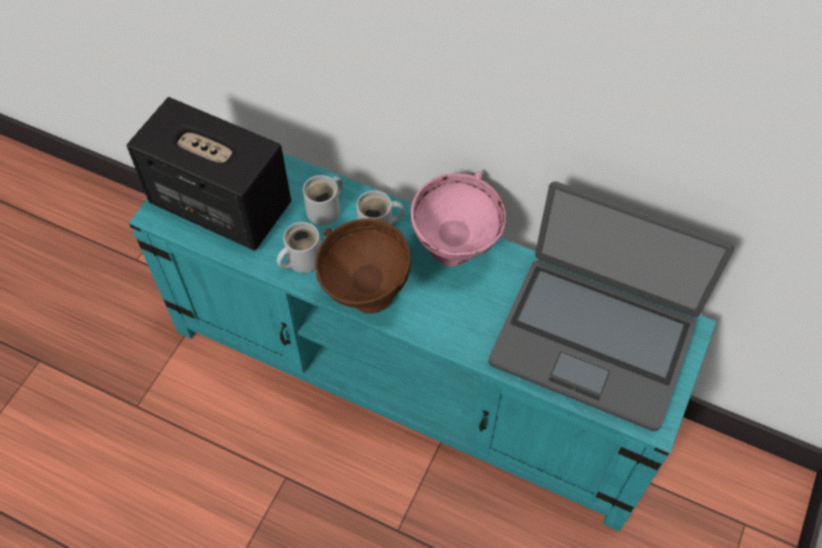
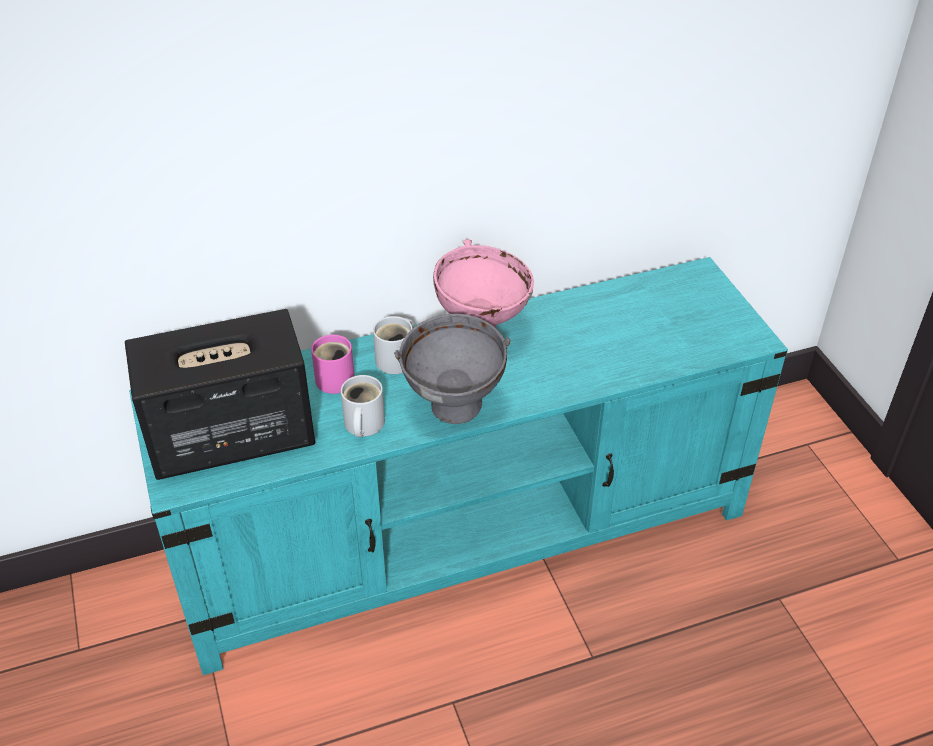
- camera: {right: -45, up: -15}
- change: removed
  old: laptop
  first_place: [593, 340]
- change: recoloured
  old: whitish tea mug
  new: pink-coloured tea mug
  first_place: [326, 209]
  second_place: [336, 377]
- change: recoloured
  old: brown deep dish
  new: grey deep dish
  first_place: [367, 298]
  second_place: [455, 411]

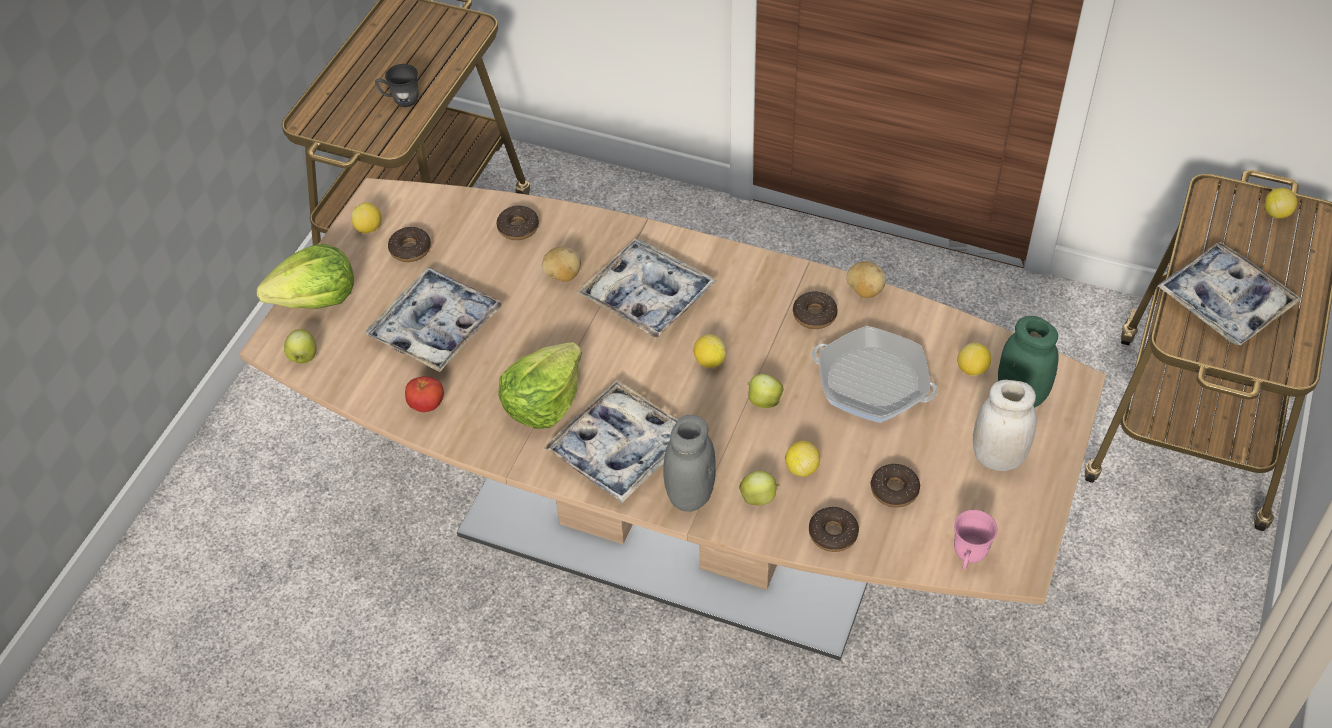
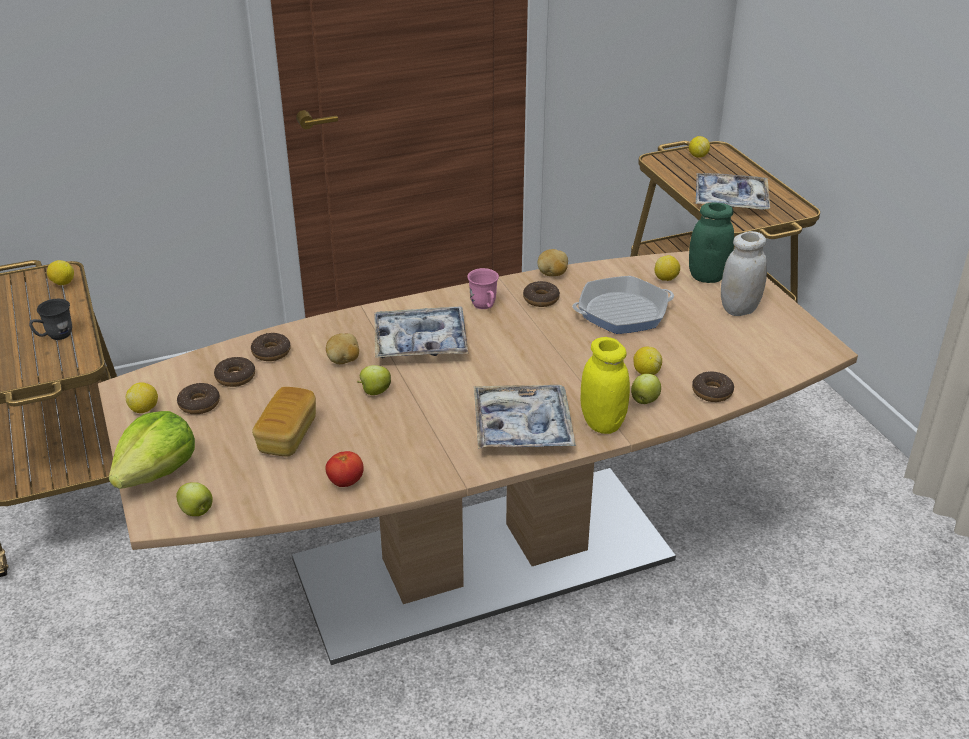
- camera: {right: -45, up: -15}
- change: removed
  old: lettuce head
  first_place: [543, 401]
- change: moved
  old: citrus fruit
  first_place: [709, 361]
  second_place: [62, 283]
- change: moved
  old: whole apple
  first_place: [763, 401]
  second_place: [374, 392]
- change: moved
  old: ring doughnut
  first_place: [894, 490]
  second_place: [235, 377]
- change: moved
  old: pink-coloured tea mug
  first_place: [968, 558]
  second_place: [485, 307]
- change: replaced
  old: carrying tray
  new: bread
  first_place: [436, 327]
  second_place: [287, 436]
- change: recoloured
  old: grey preserve jar
  new: yellowish preserve jar
  first_place: [690, 495]
  second_place: [602, 423]

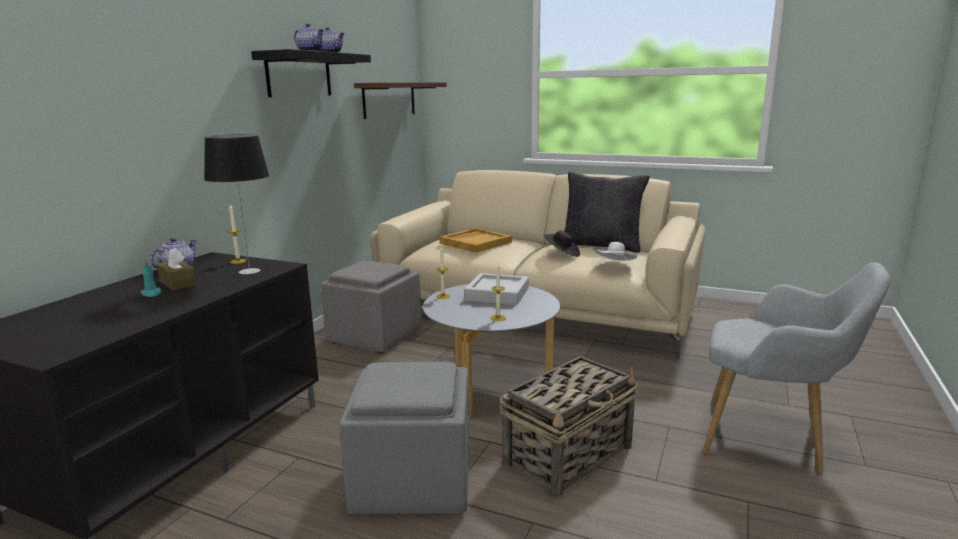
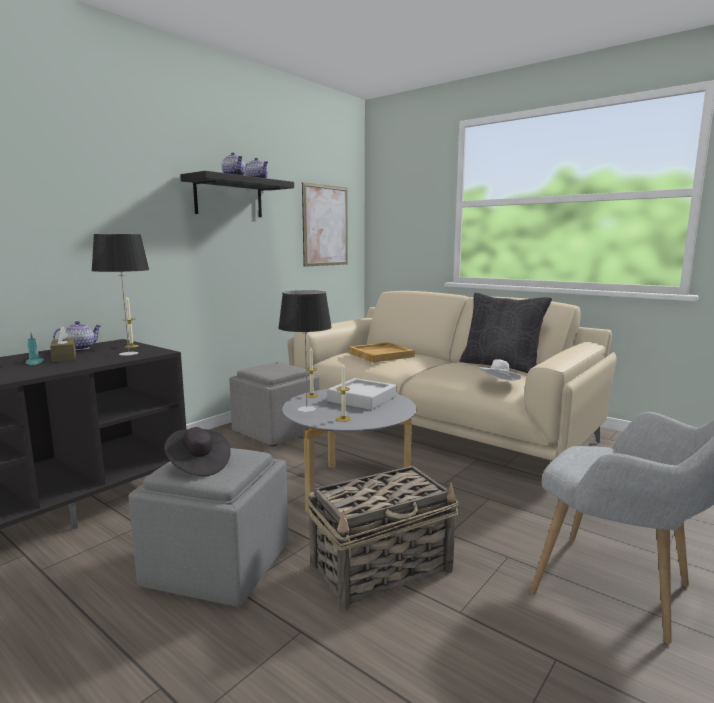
- camera: {right: 15, up: -5}
- change: added
  new: lamp for a table
  second_place: [307, 409]
- change: moved
  old: black hat
  first_place: [562, 254]
  second_place: [198, 465]
- change: replaced
  old: brown bracket shelf
  new: wall art
  first_place: [389, 99]
  second_place: [325, 225]

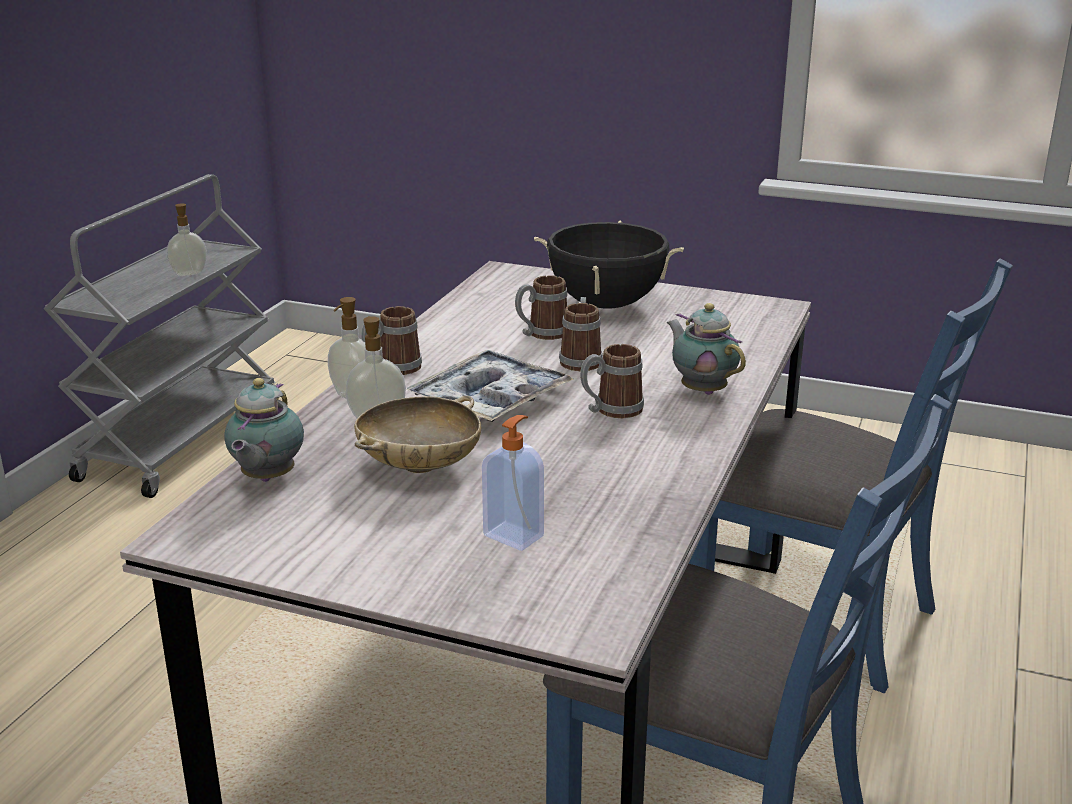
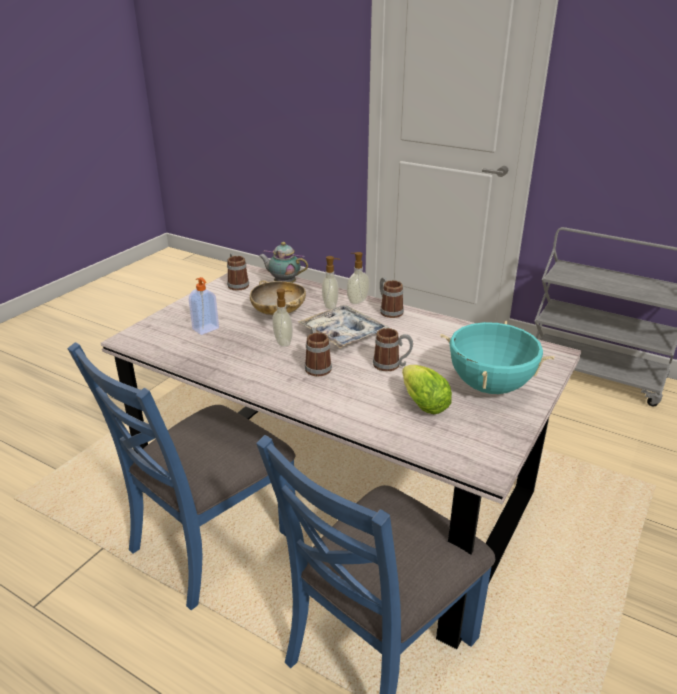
- camera: {right: 100, up: 5}
- change: removed
  old: pot for tea
  first_place: [701, 390]
- change: added
  new: lettuce head
  second_place: [421, 402]
- change: moved
  old: soap dispenser
  first_place: [189, 273]
  second_place: [284, 342]
- change: moved
  old: tea mug
  first_place: [541, 334]
  second_place: [237, 284]
- change: recoloured
  old: black cooking pot
  new: turquoise-coloured cooking pot
  first_place: [606, 304]
  second_place: [489, 386]

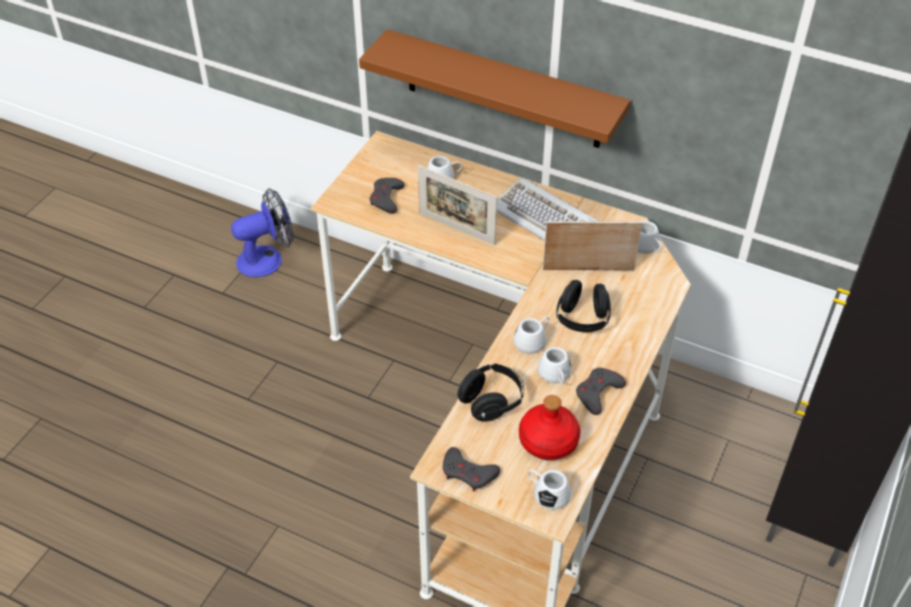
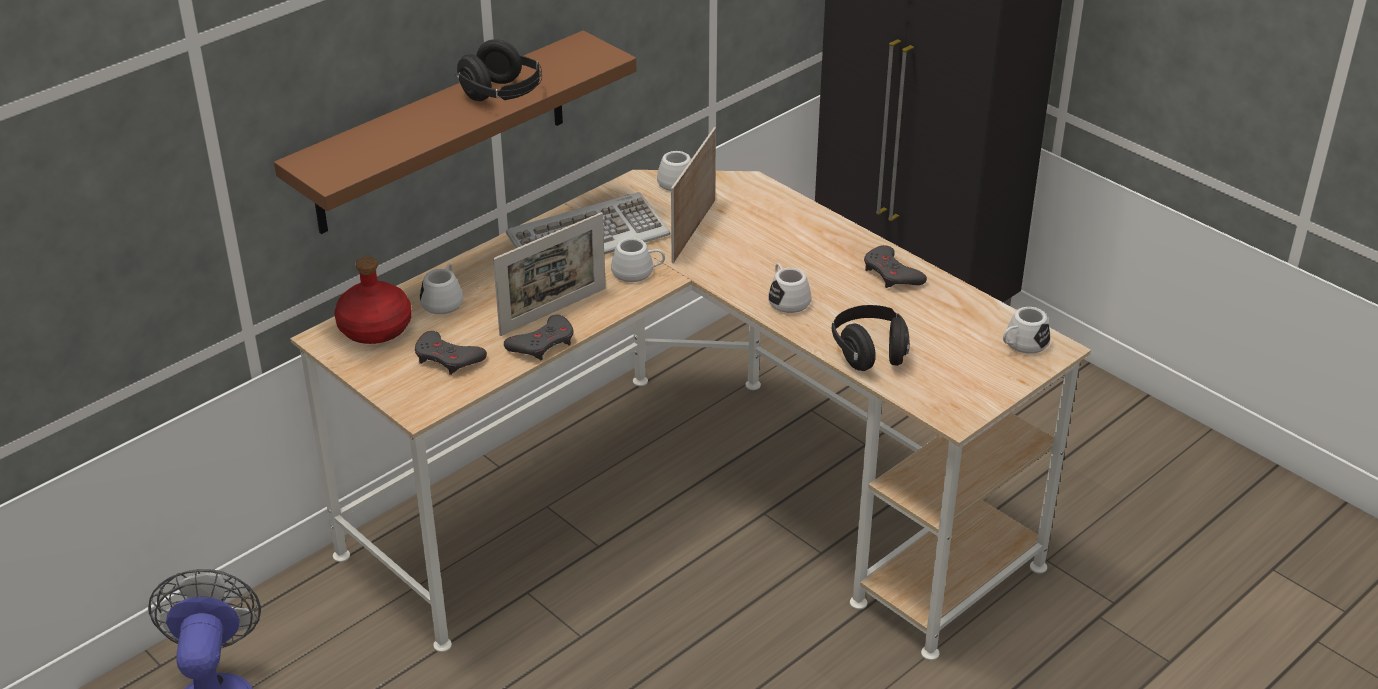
- camera: {right: -70, up: -10}
- change: moved
  old: grey joypad
  first_place: [468, 473]
  second_place: [542, 343]
- change: moved
  old: red-coloured drink bottle
  first_place: [548, 440]
  second_place: [374, 328]
- change: moved
  old: whitish tea mug
  first_place: [555, 375]
  second_place: [638, 272]
- change: moved
  old: black headset
  first_place: [582, 319]
  second_place: [502, 95]

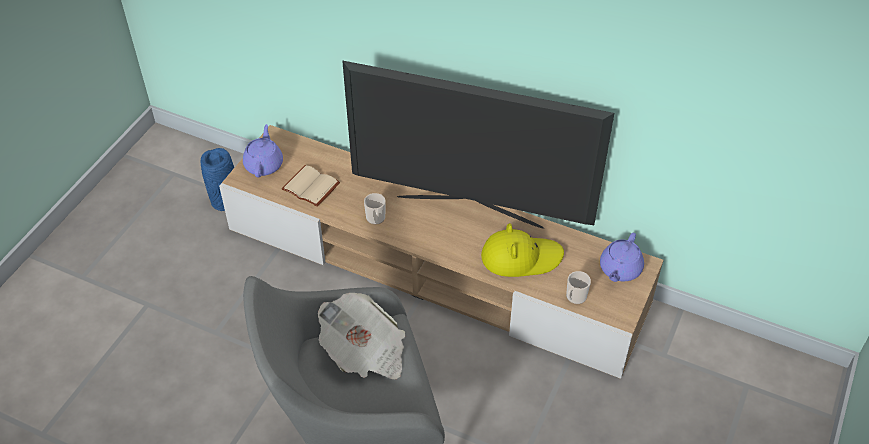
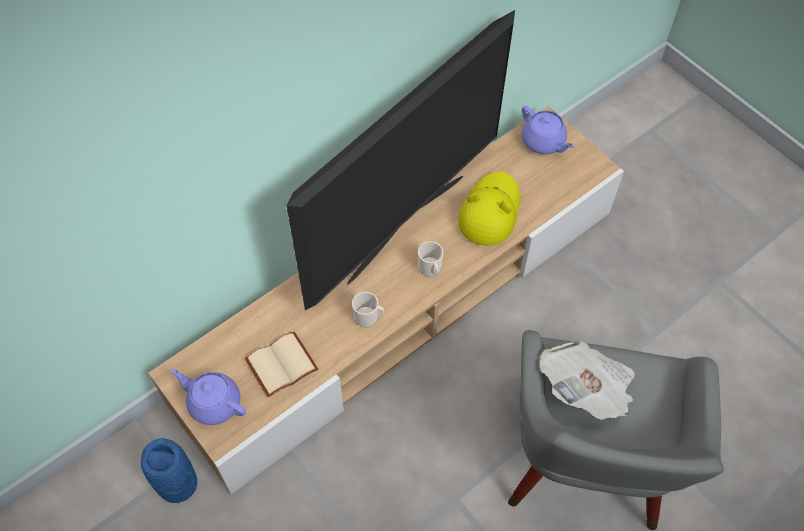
- camera: {right: -65, up: 10}
- change: moved
  old: tea mug
  first_place: [574, 297]
  second_place: [430, 269]

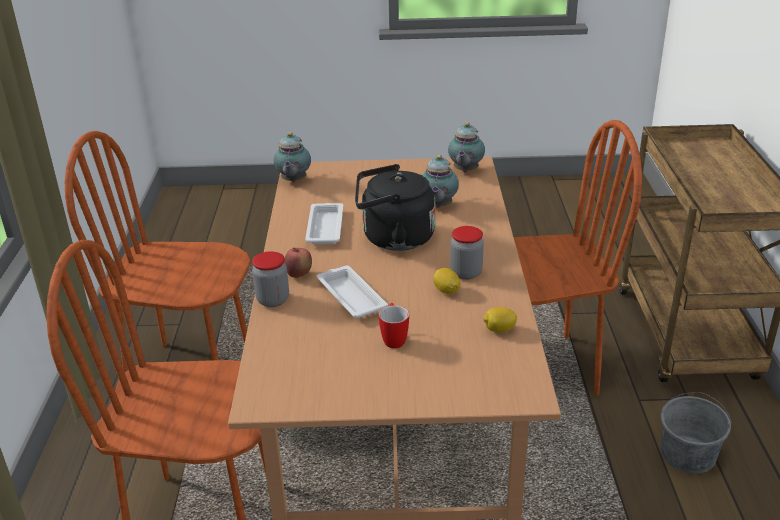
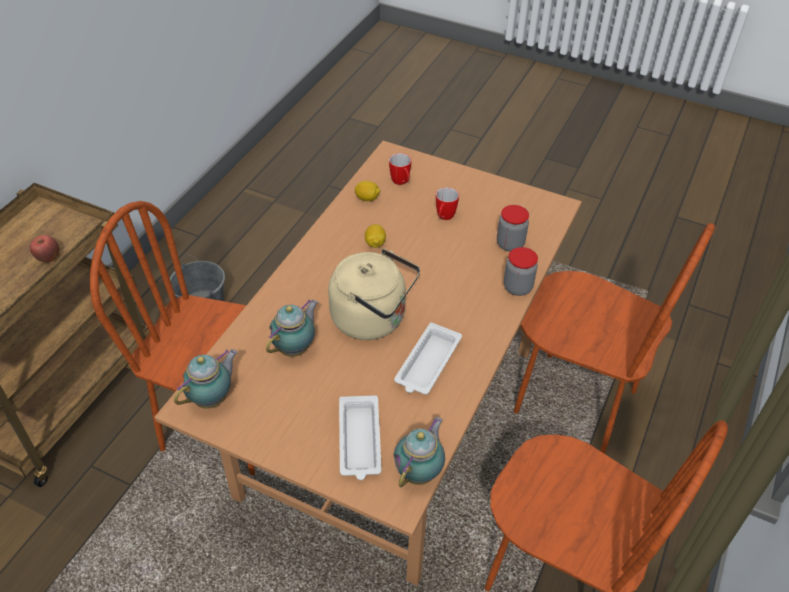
- camera: {right: -155, up: 15}
- change: added
  new: tea mug
  second_place: [401, 183]
- change: moved
  old: whole apple
  first_place: [299, 275]
  second_place: [48, 258]
- change: moved
  old: whitish carrying tray
  first_place: [350, 296]
  second_place: [359, 441]
- change: moved
  old: preserve jar
  first_place: [466, 273]
  second_place: [510, 244]
- change: recoloured
  old: black tea kettle
  new: beige tea kettle
  first_place: [393, 238]
  second_place: [373, 319]

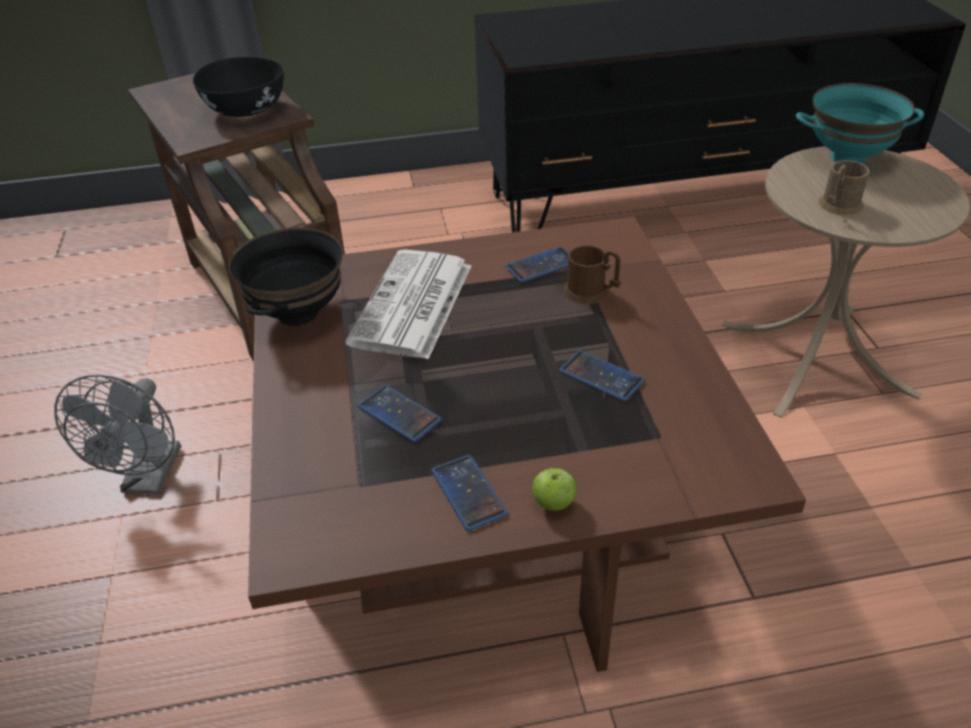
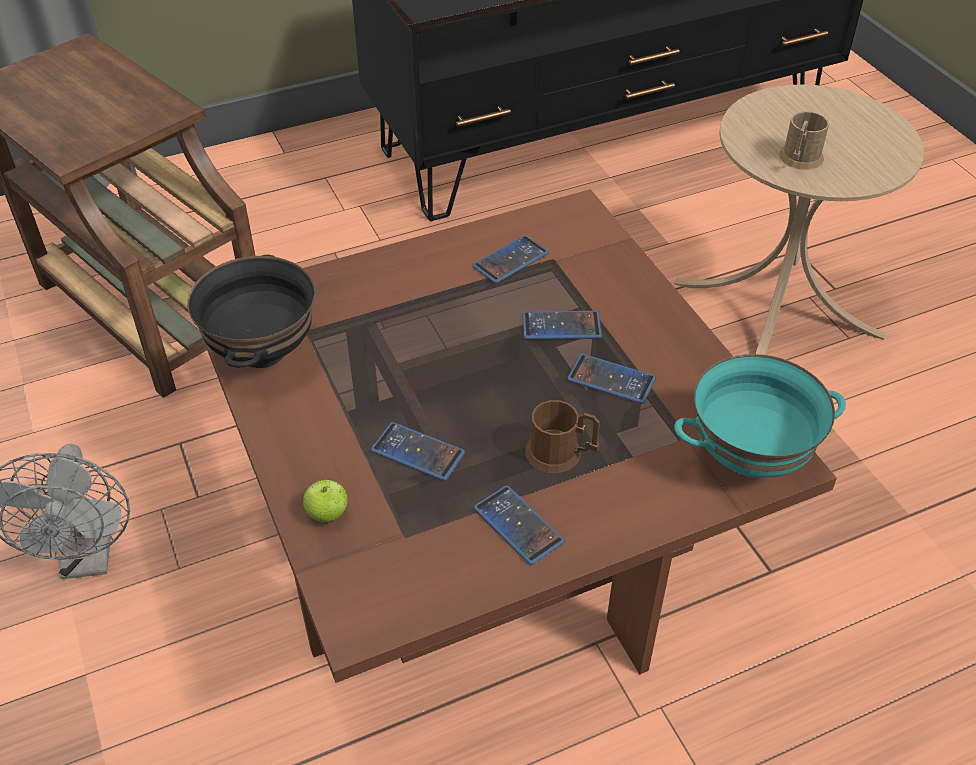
- camera: {right: -15, up: 5}
- change: removed
  old: black deep dish
  first_place: [245, 109]
- change: removed
  old: daily paper
  first_place: [413, 306]
- change: added
  new: telephone
  second_place: [561, 326]
- change: moved
  old: whole apple
  first_place: [553, 503]
  second_place: [327, 514]
- change: moved
  old: brown tea mug
  first_place: [591, 292]
  second_place: [561, 454]
- change: moved
  old: turquoise-coloured deep dish
  first_place: [848, 157]
  second_place: [749, 457]

